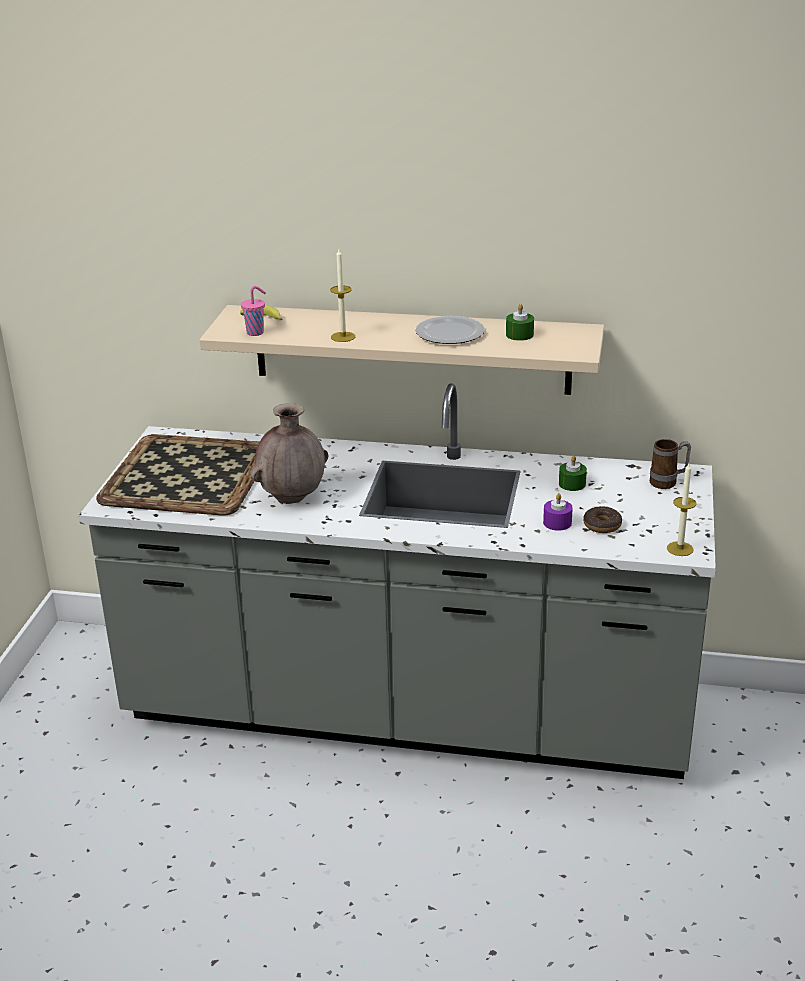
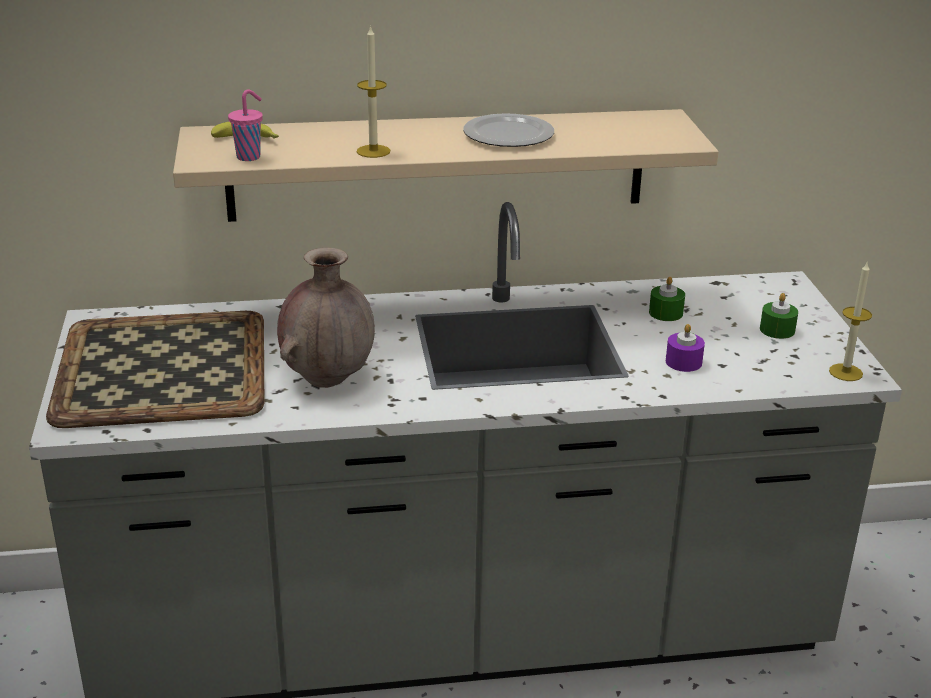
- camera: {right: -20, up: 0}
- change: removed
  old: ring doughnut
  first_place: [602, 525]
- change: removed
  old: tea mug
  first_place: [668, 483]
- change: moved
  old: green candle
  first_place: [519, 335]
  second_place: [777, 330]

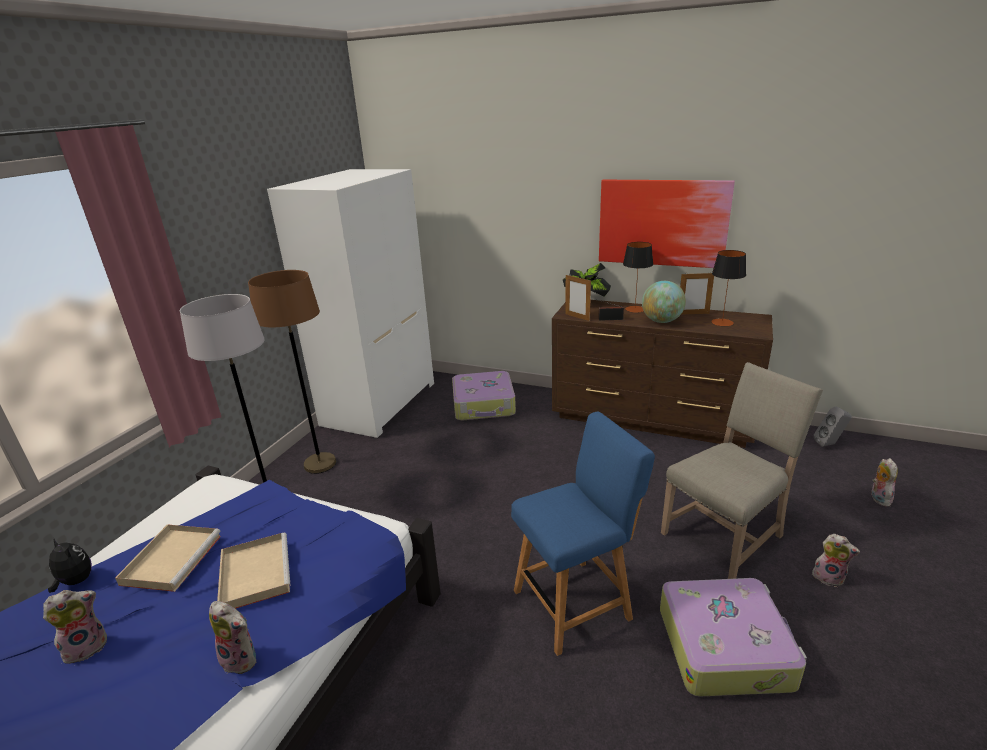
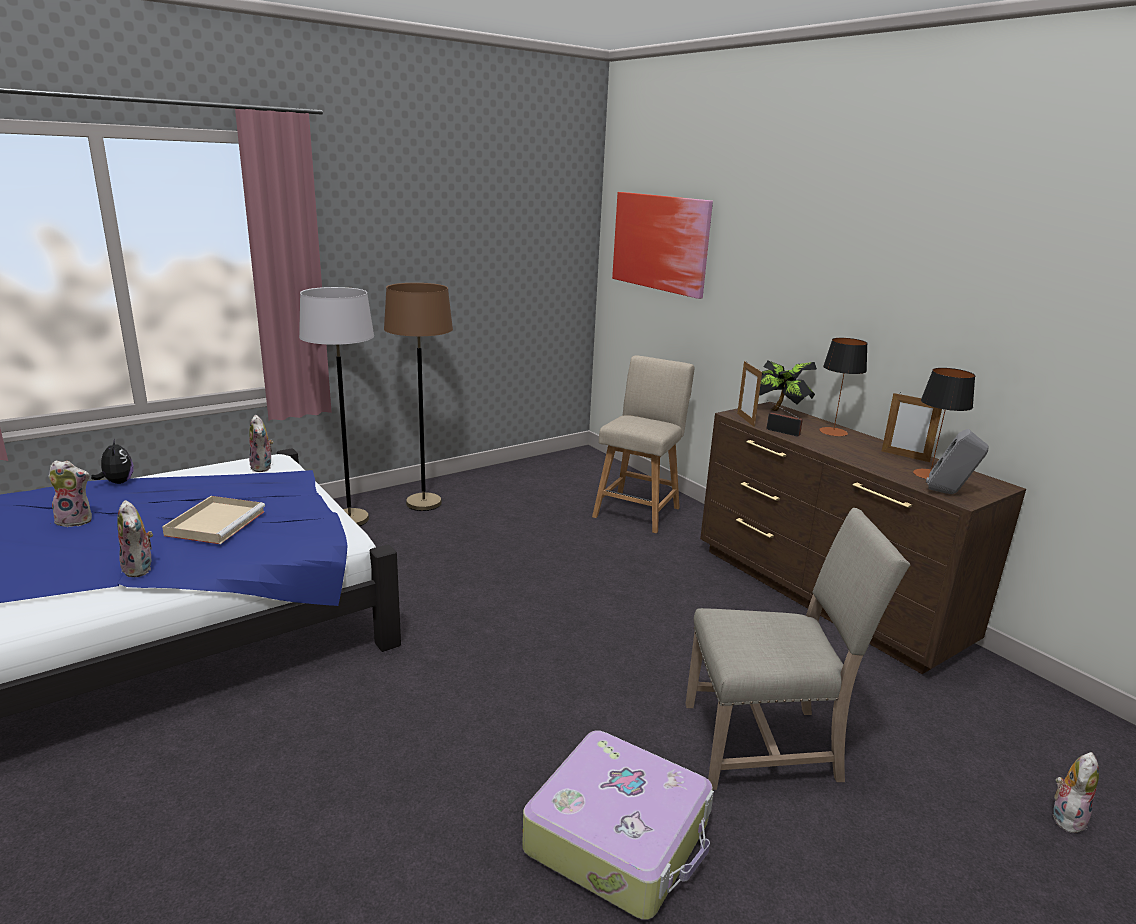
- camera: {right: 30, up: -5}
- change: removed
  old: beige carrying tray
  first_place: [172, 558]
- change: removed
  old: whitish wardrobe
  first_place: [379, 403]
- change: removed
  old: blue upright chair
  first_place: [576, 602]
- change: removed
  old: globe
  first_place: [661, 321]
- change: moved
  old: wall art
  first_place: [662, 223]
  second_place: [660, 242]
- change: moved
  old: cuddly toy
  first_place: [829, 577]
  second_place: [263, 467]
- change: moved
  old: grey speaker
  first_place: [829, 444]
  second_place: [949, 493]
- change: replaced
  old: suitcase
  new: beige upright chair
  first_place: [484, 405]
  second_place: [638, 510]

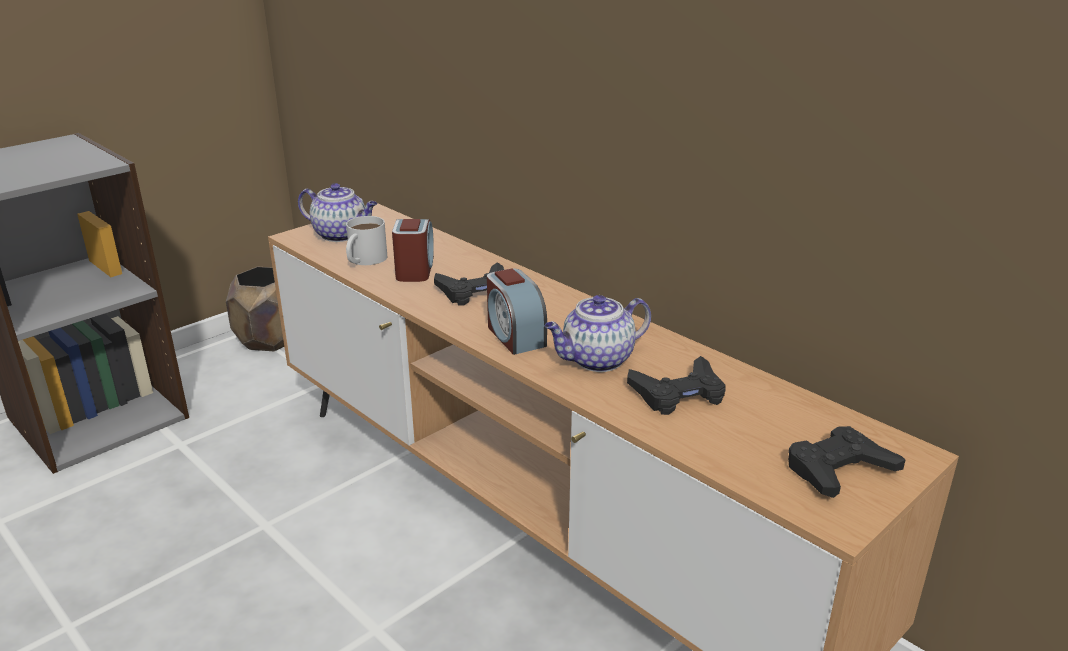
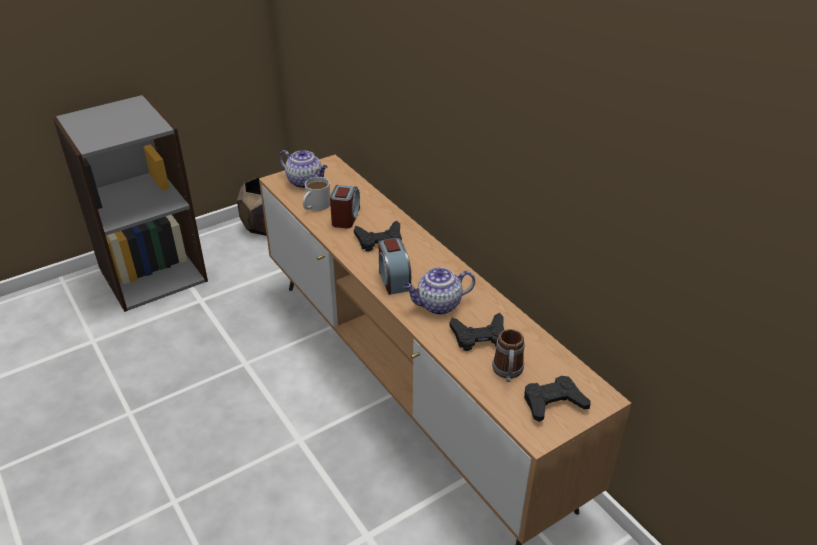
- camera: {right: 10, up: 10}
- change: added
  new: tea mug
  second_place: [507, 373]

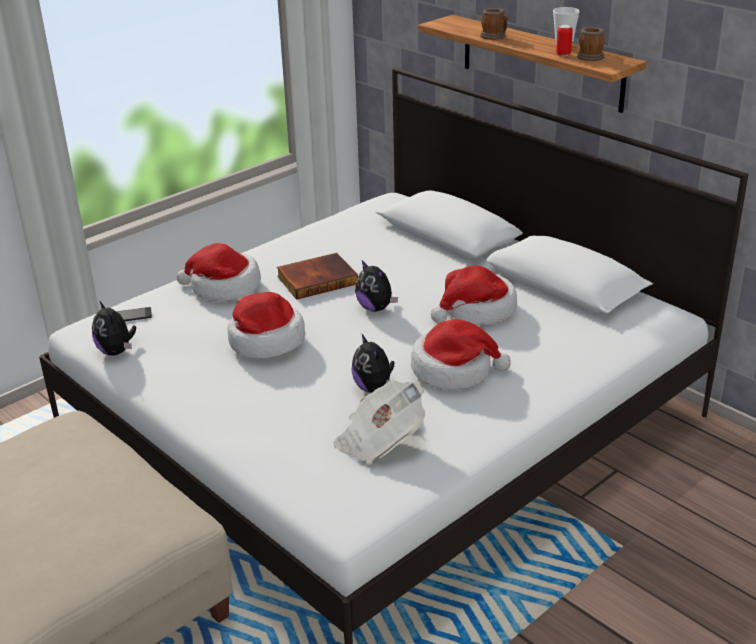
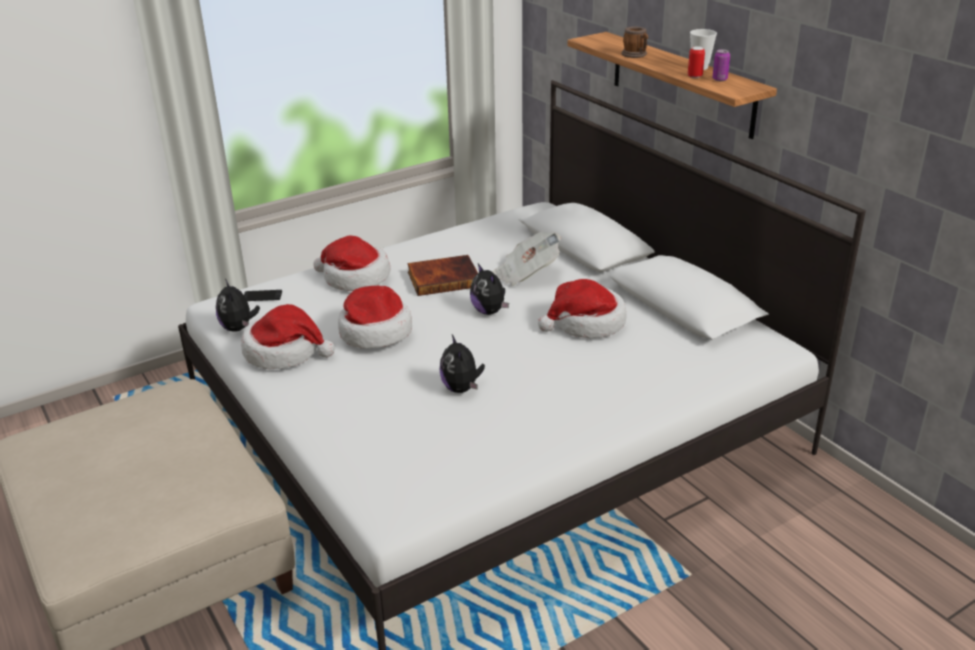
- camera: {right: 10, up: 0}
- change: moved
  old: daily paper
  first_place: [379, 441]
  second_place: [526, 274]
- change: moved
  old: hat
  first_place: [454, 370]
  second_place: [284, 352]
- change: replaced
  old: tea mug
  new: sealed can
  first_place: [588, 56]
  second_place: [719, 79]

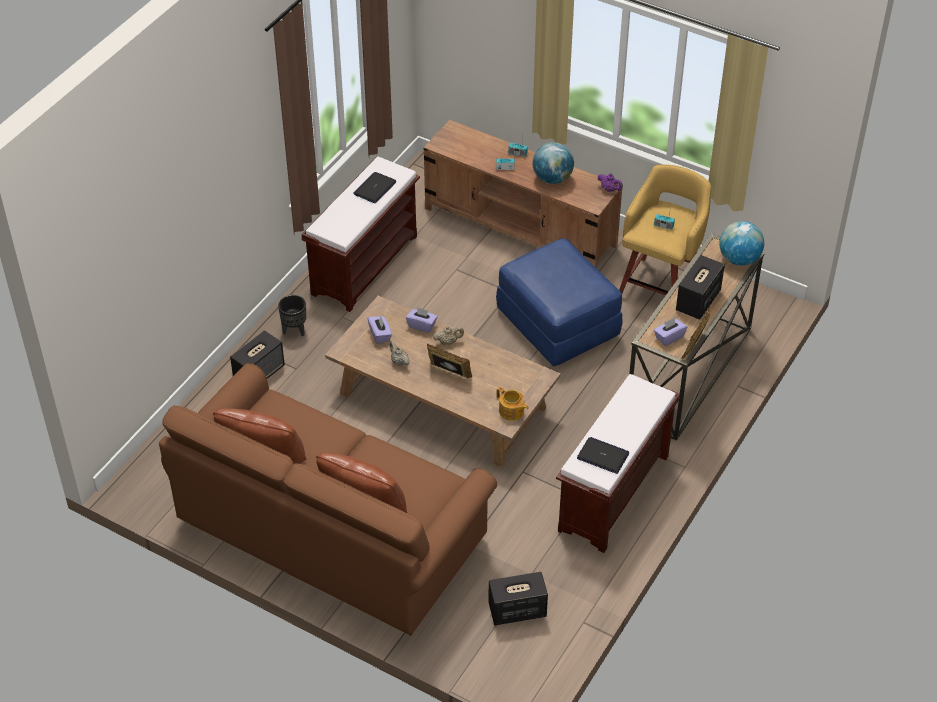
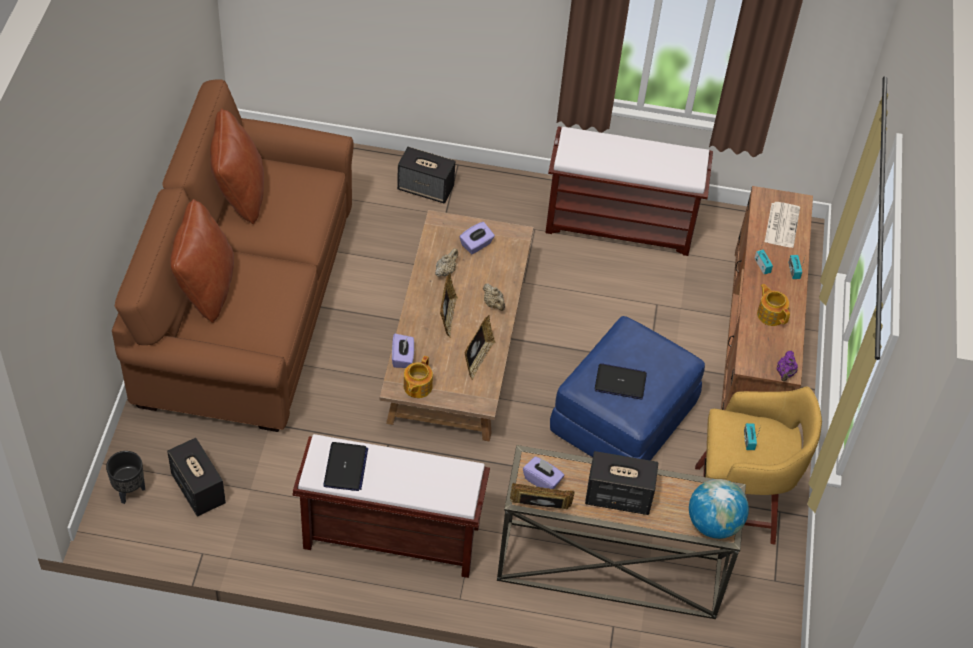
- camera: {right: 65, up: 5}
- change: added
  new: picture frame
  second_place: [478, 359]
- change: added
  new: daily paper
  second_place: [781, 224]
- change: moved
  old: black flower pot
  first_place: [294, 330]
  second_place: [129, 491]
- change: moved
  old: laptop
  first_place: [375, 188]
  second_place: [620, 382]
- change: moved
  old: purple box of tissues
  first_place: [422, 325]
  second_place: [402, 357]
- change: replaced
  old: globe
  new: pot for tea
  first_place: [552, 178]
  second_place: [771, 314]

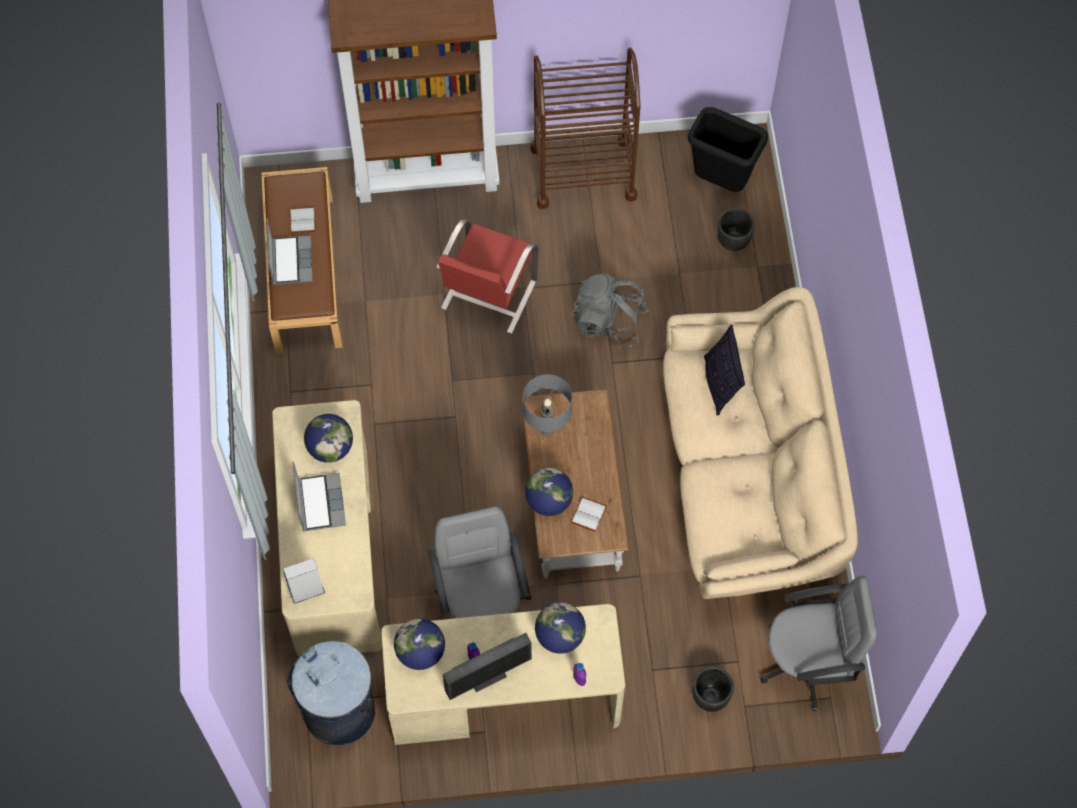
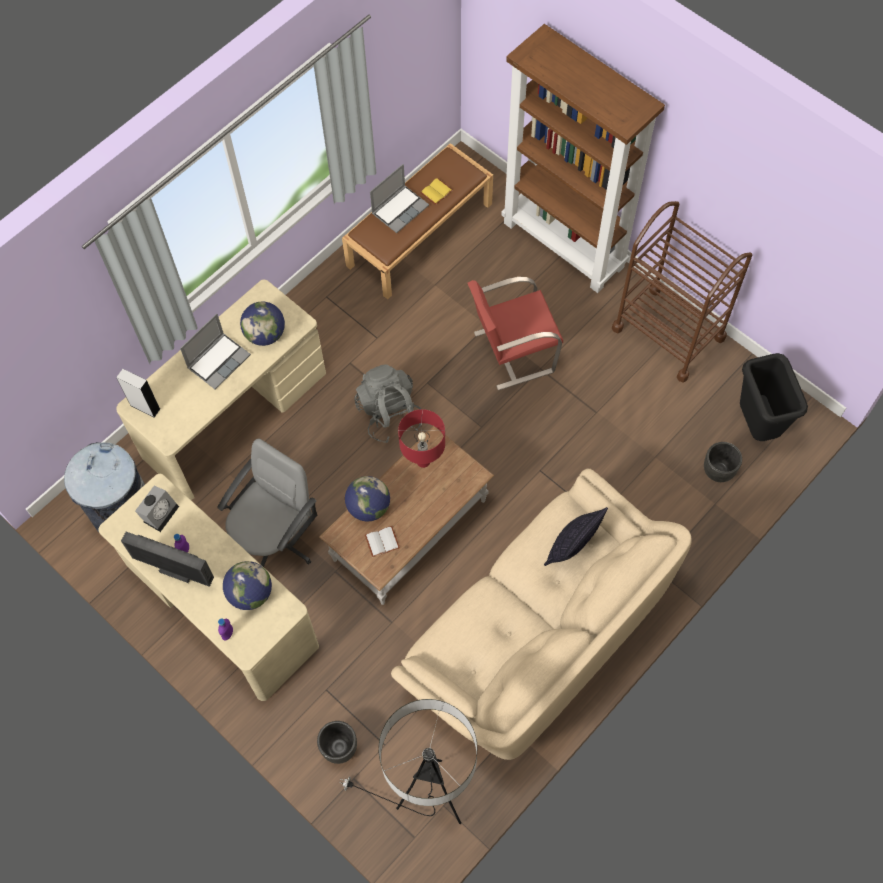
- camera: {right: 50, up: 0}
- change: moved
  old: grey backpack
  first_place: [609, 322]
  second_place: [389, 413]
- change: replaced
  old: globe
  new: alarm clock
  first_place: [420, 652]
  second_place: [160, 512]
- change: replaced
  old: grey computer chair
  new: standard lamp
  first_place: [808, 662]
  second_place: [428, 797]
- change: recoloured
  old: whitish book
  new: yellowish book
  first_place: [303, 221]
  second_place: [436, 193]
- change: recoloured
  old: grey lamp for a table
  new: red-coloured lamp for a table
  first_place: [547, 429]
  second_place: [423, 461]

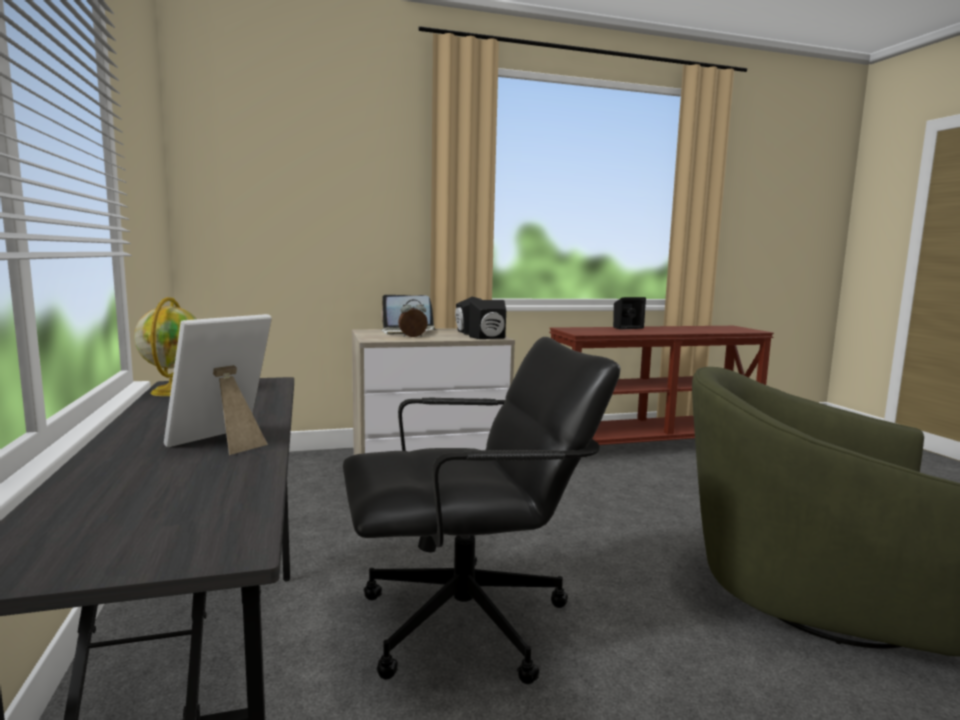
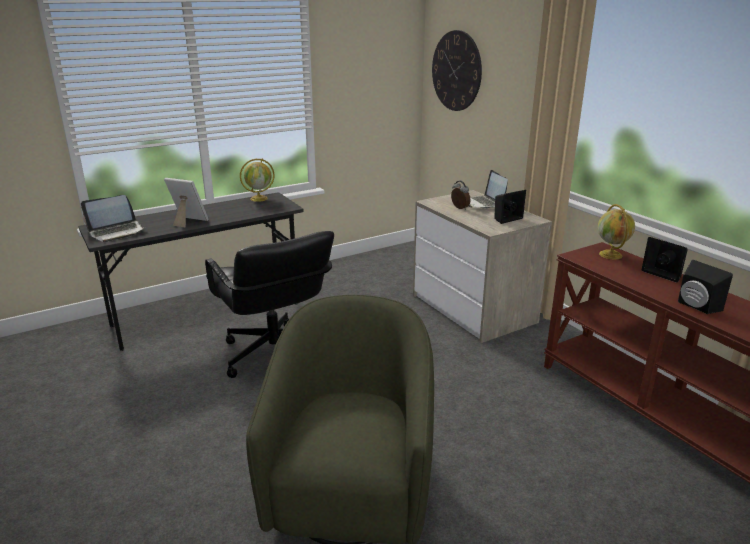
- camera: {right: 75, up: 15}
- change: added
  new: laptop
  second_place: [117, 232]
- change: added
  new: hanging clock
  second_place: [456, 71]
- change: added
  new: globe
  second_place: [611, 255]
- change: moved
  old: black speaker
  first_place: [489, 338]
  second_place: [695, 306]

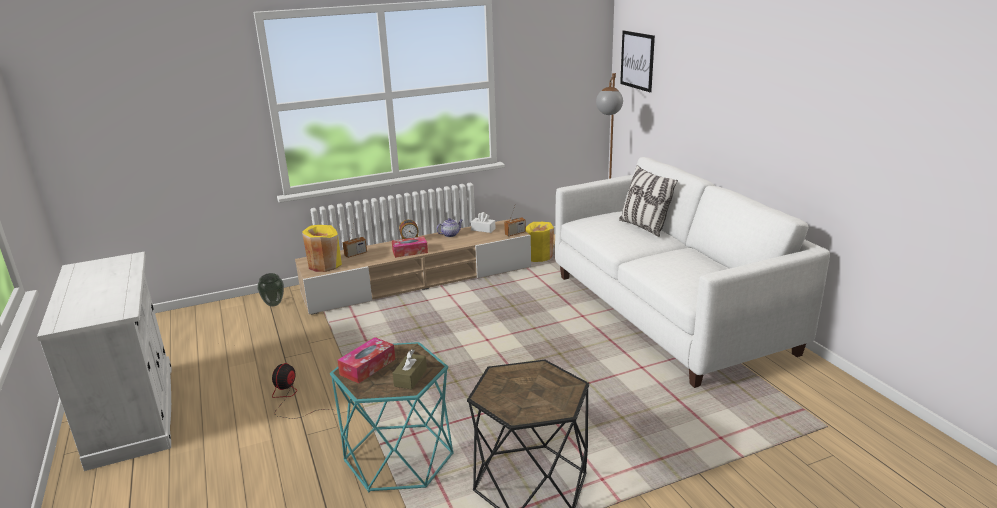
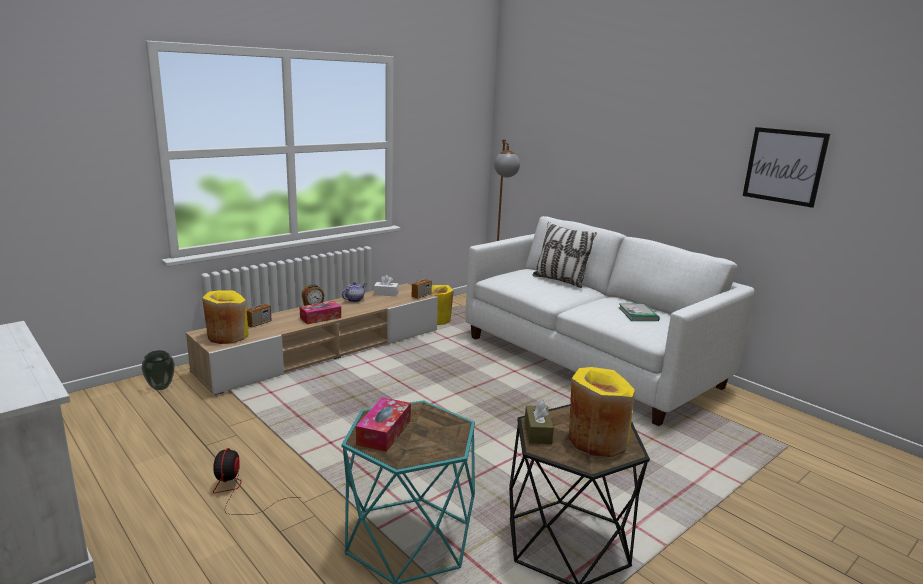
- camera: {right: -20, up: -5}
- change: added
  new: yellowish vase
  second_place: [597, 440]
- change: added
  new: book
  second_place: [638, 314]
- change: moved
  old: brown box of tissues
  first_place: [410, 377]
  second_place: [537, 432]
- change: moved
  old: wall art
  first_place: [637, 60]
  second_place: [784, 166]

